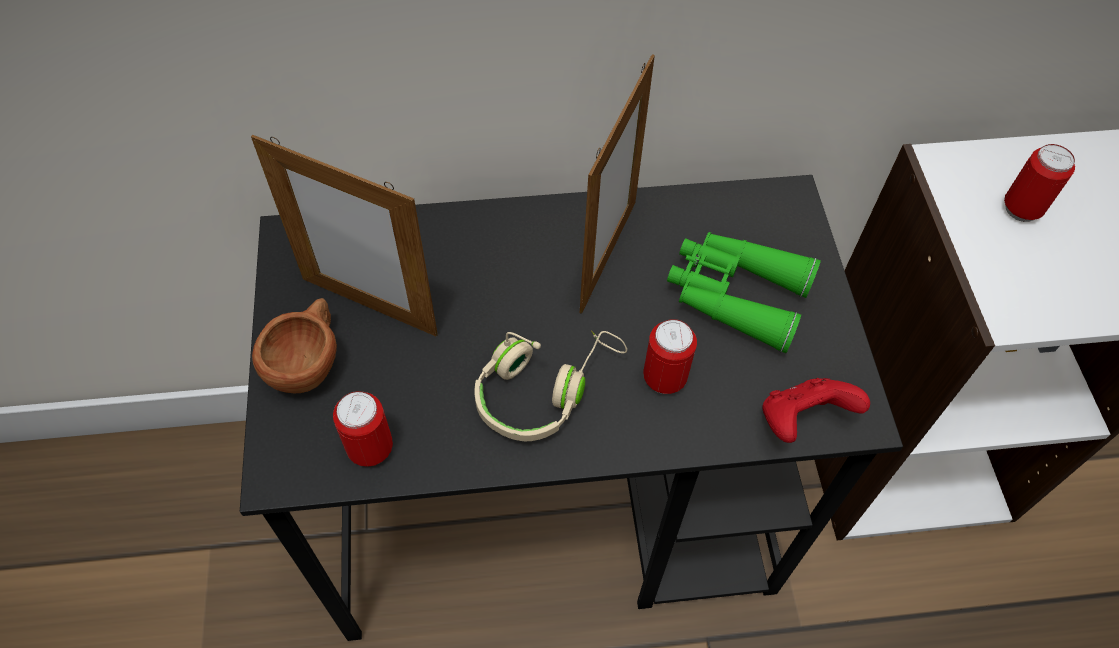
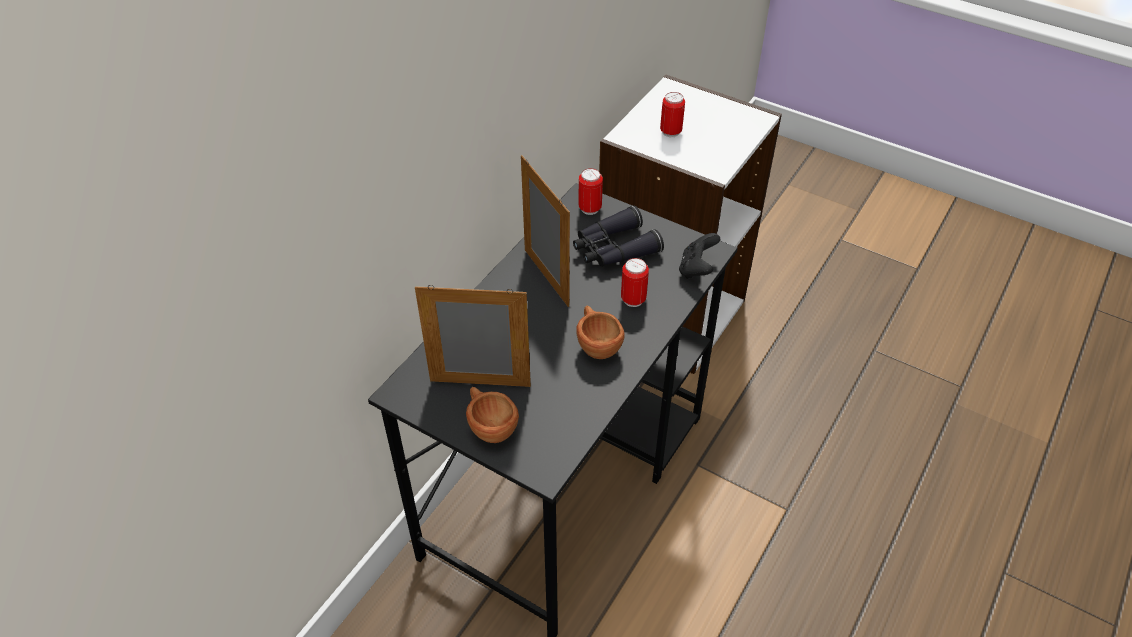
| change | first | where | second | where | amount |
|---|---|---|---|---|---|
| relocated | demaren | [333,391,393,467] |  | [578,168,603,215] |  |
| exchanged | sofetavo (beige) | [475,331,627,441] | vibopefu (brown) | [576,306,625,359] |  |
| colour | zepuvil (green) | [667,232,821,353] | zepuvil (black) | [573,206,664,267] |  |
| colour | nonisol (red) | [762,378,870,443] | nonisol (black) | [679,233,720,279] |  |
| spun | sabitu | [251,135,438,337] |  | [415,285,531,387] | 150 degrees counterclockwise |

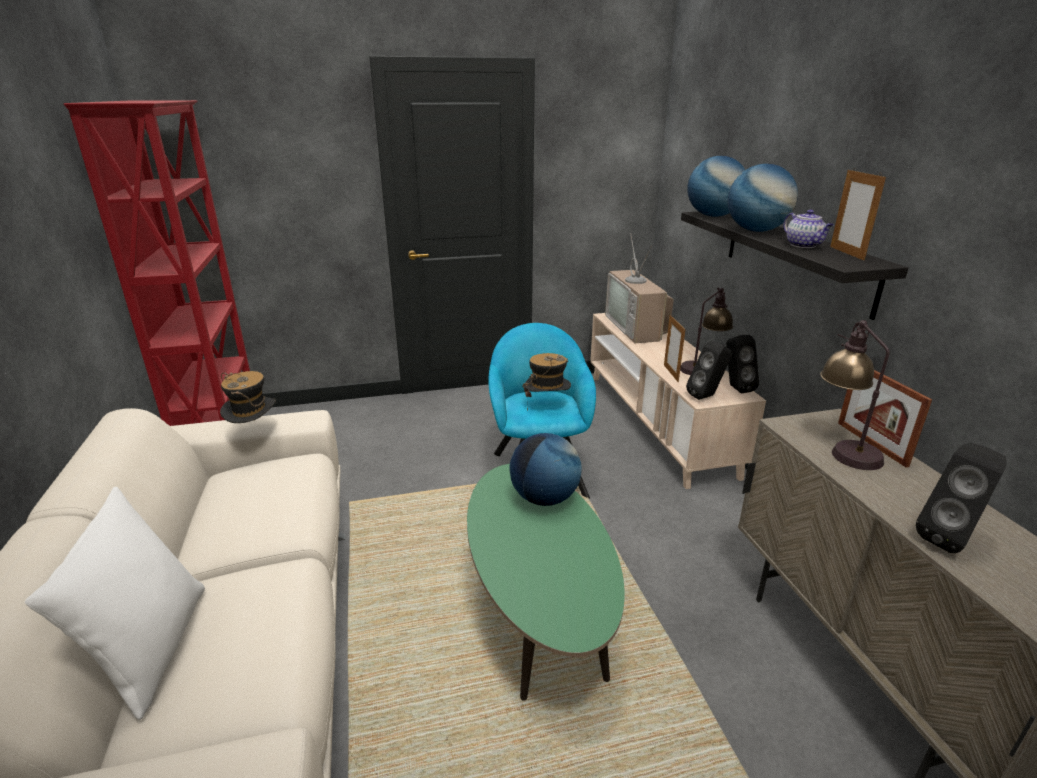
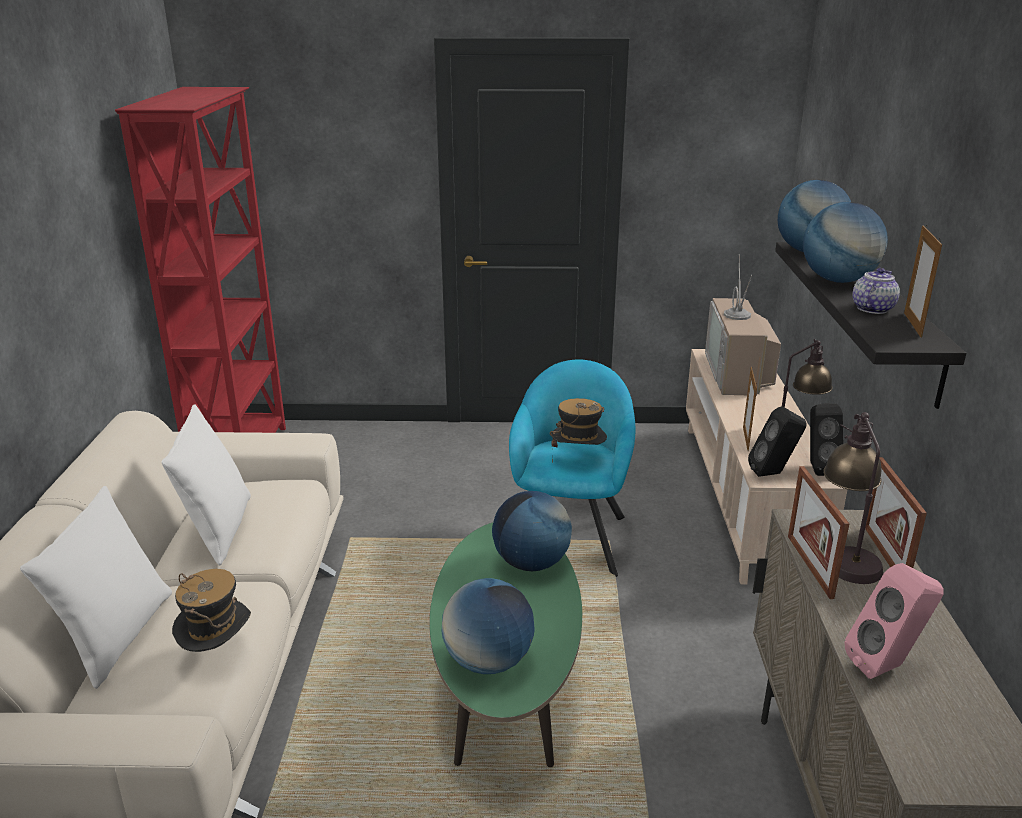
| change | first | where | second | where | amount |
|---|---|---|---|---|---|
| appeared |  |  | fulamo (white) | [161,404,251,565] |  |
| appeared |  |  | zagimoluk | [442,578,535,674] |  |
| appeared |  |  | sabitu | [788,466,849,599] |  |
| relocated | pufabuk | [220,371,276,423] |  | [172,569,251,652] |  |
| colour | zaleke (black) | [916,442,1007,553] | zaleke (pink) | [844,563,944,679] |  |
| spun | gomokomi | [784,210,834,248] |  | [853,268,900,314] | 135 degrees counterclockwise |

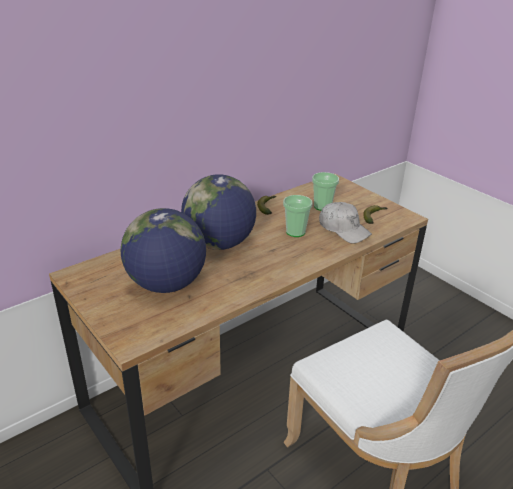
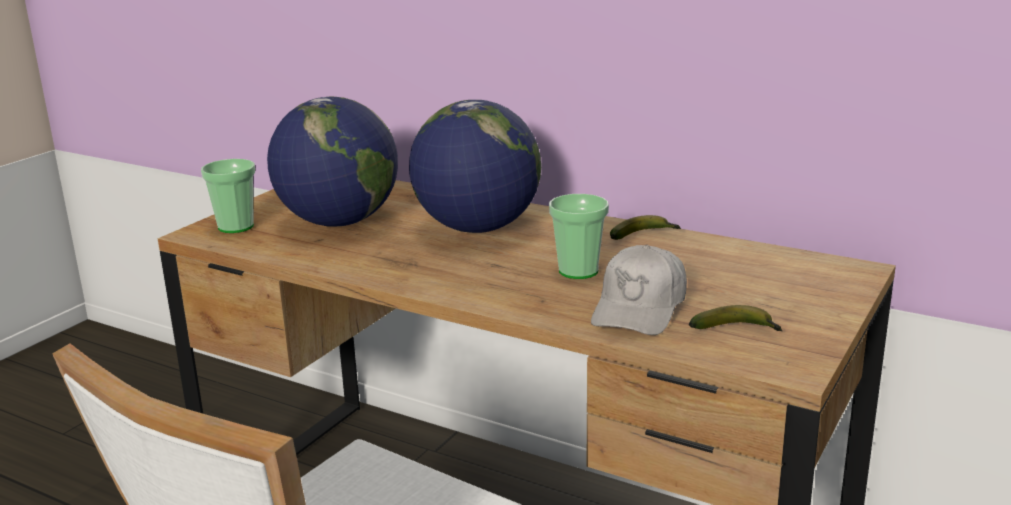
| change | first | where | second | where | amount |
|---|---|---|---|---|---|
| relocated | vibopefu | [312,172,339,211] |  | [201,159,255,233] |  |

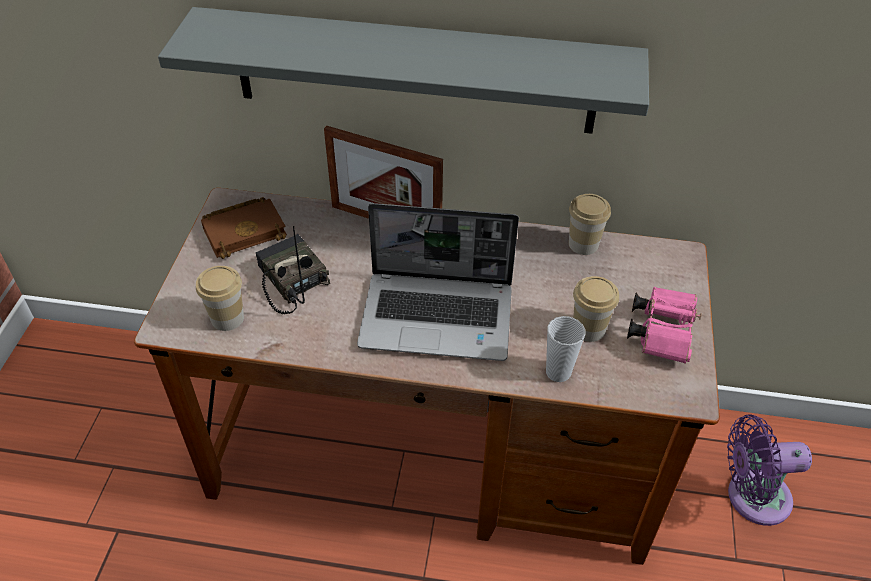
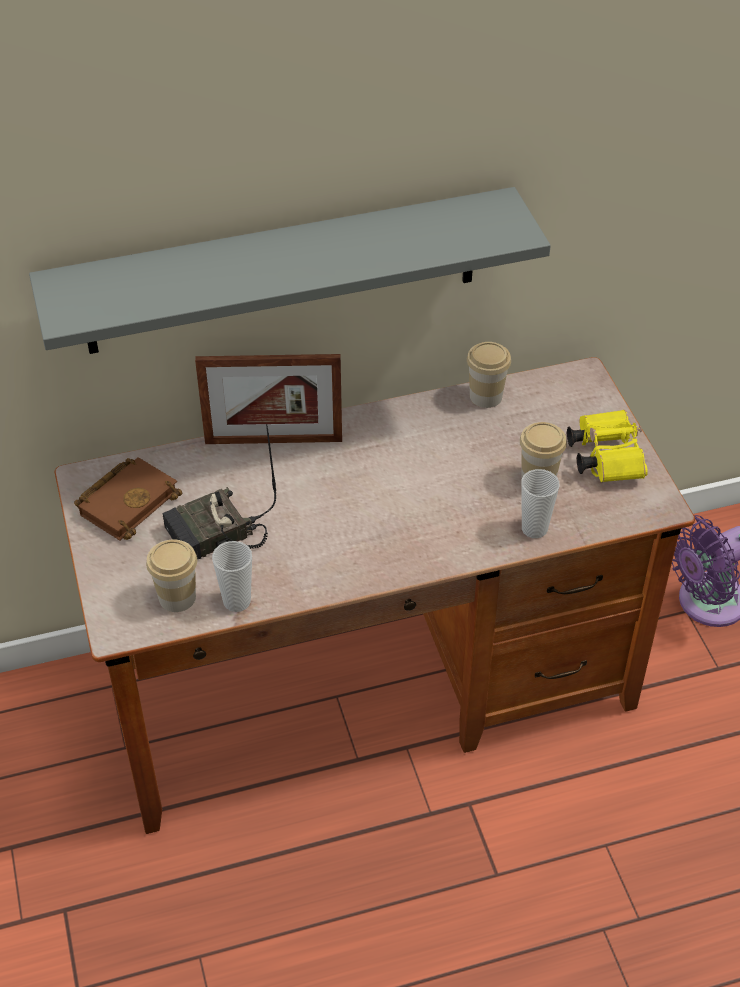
| change | first | where | second | where | amount |
|---|---|---|---|---|---|
| missing | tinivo | [357,203,519,361] |  |  |  |
| appeared |  |  | vibopefu | [212,541,252,612] |  |
| colour | zepuvil (pink) | [627,287,702,364] | zepuvil (yellow) | [567,410,648,482] |  |
| spun | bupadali | [256,226,330,314] |  | [162,424,276,559] | 60 degrees counterclockwise |

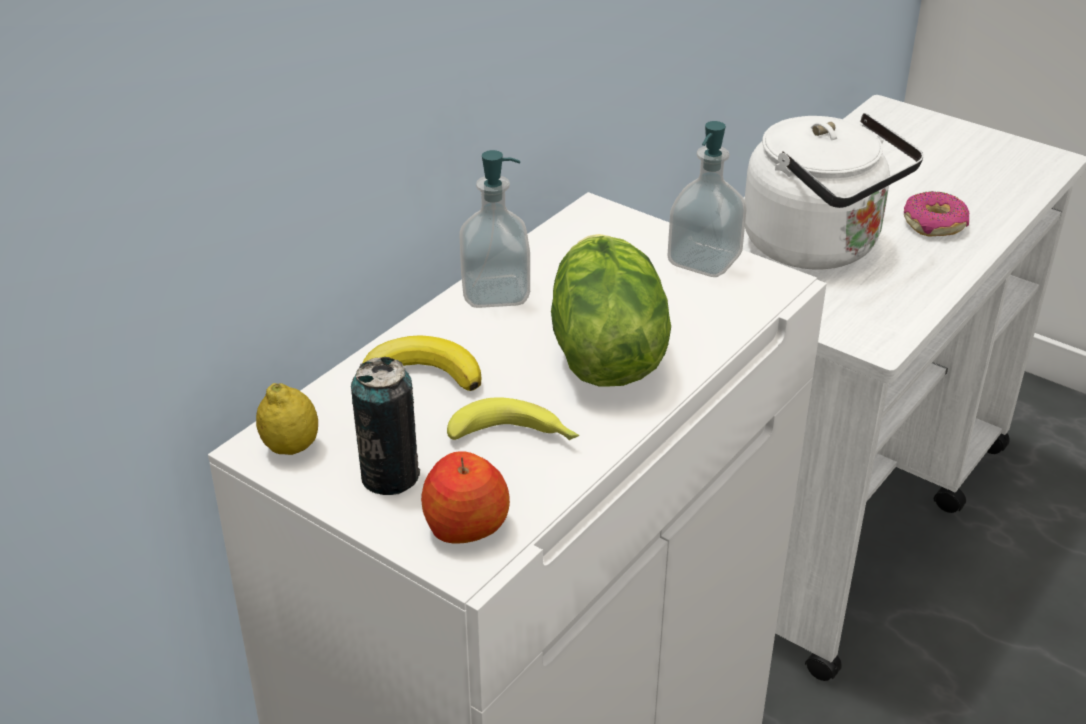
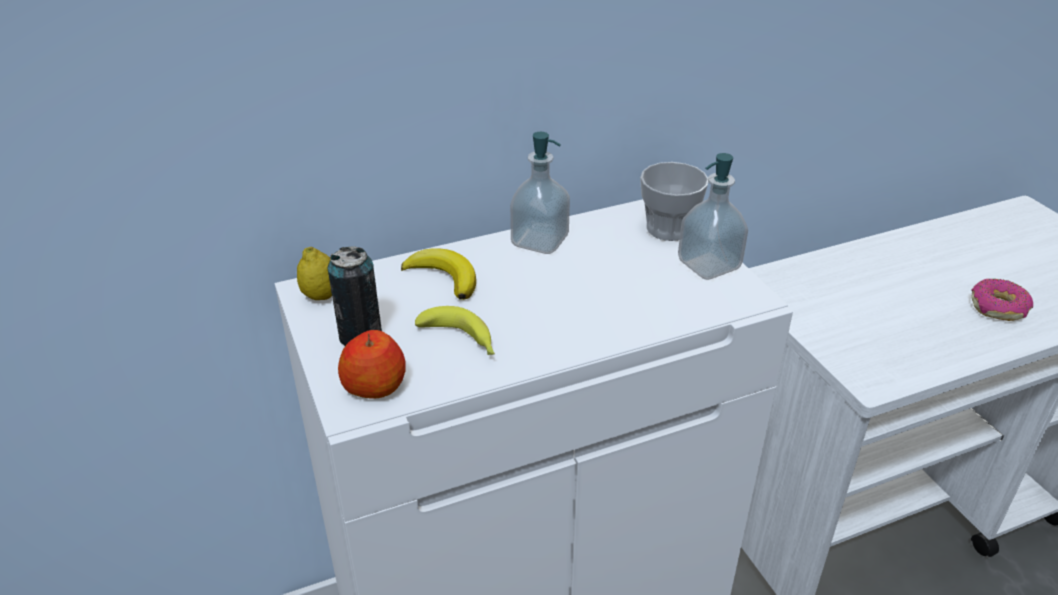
| change | first | where | second | where | amount |
|---|---|---|---|---|---|
| missing | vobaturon | [551,234,671,387] |  |  |  |
| missing | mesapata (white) | [744,113,923,270] |  |  |  |
| appeared |  |  | vibopefu | [640,162,708,241] |  |

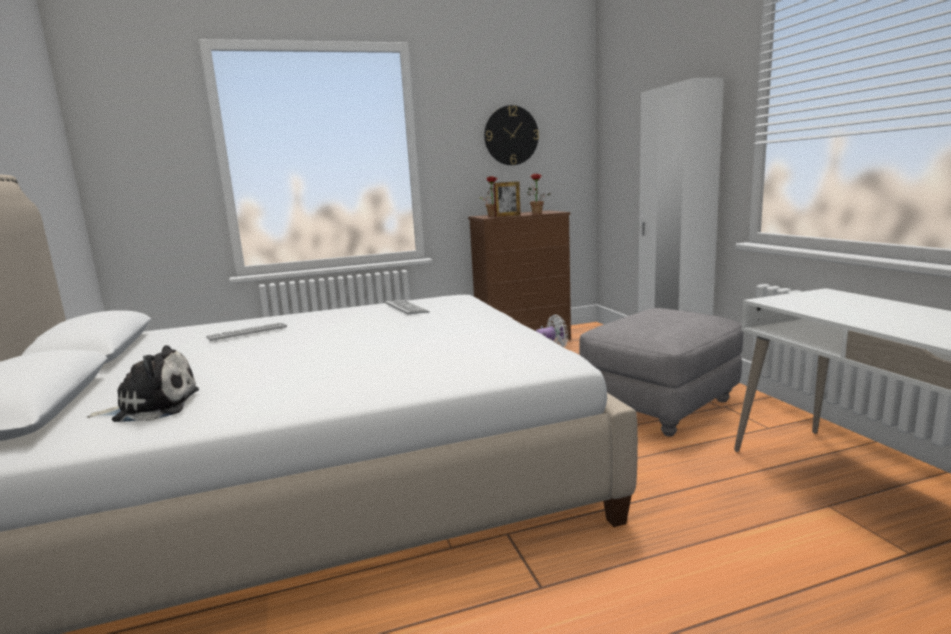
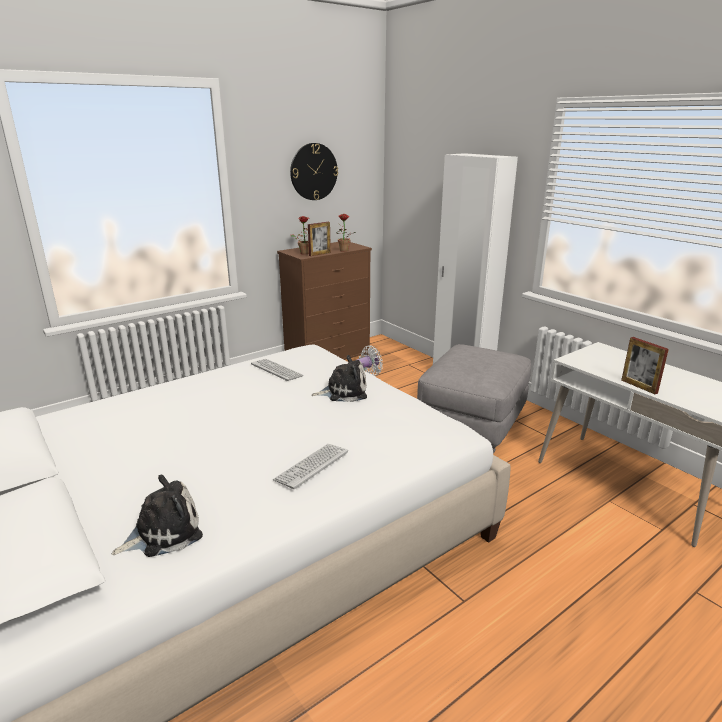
| change | first | where | second | where | amount |
|---|---|---|---|---|---|
| appeared |  |  | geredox | [311,355,367,402] |  |
| appeared |  |  | sabitu | [621,337,669,394] |  |
| relocated | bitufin | [206,323,287,342] |  | [273,444,348,489] |  |

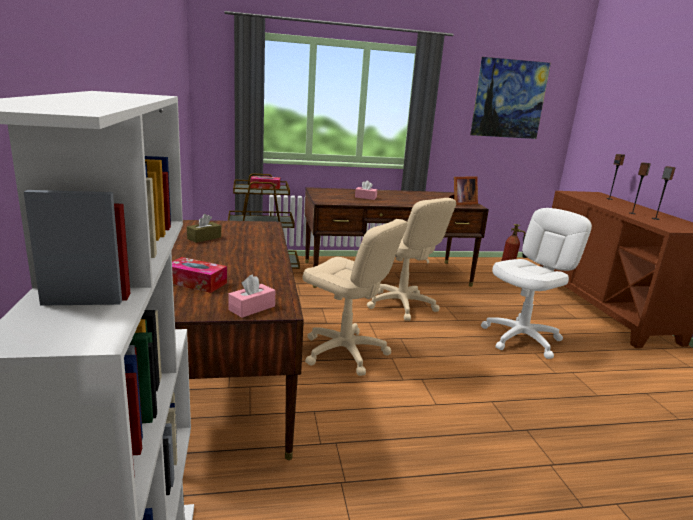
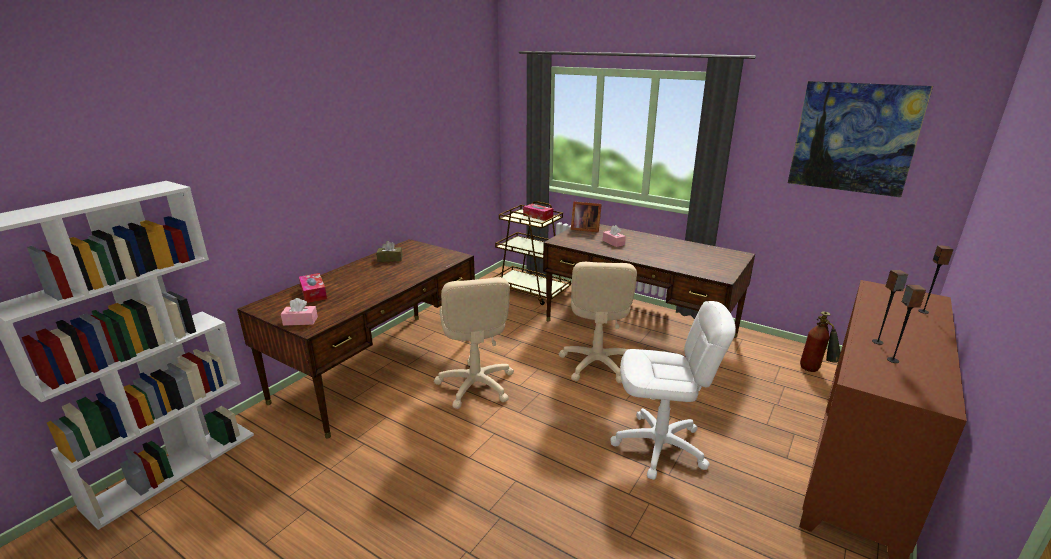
| change | first | where | second | where | amount |
|---|---|---|---|---|---|
| relocated | sabitu | [449,176,478,205] |  | [571,201,602,232] |  |

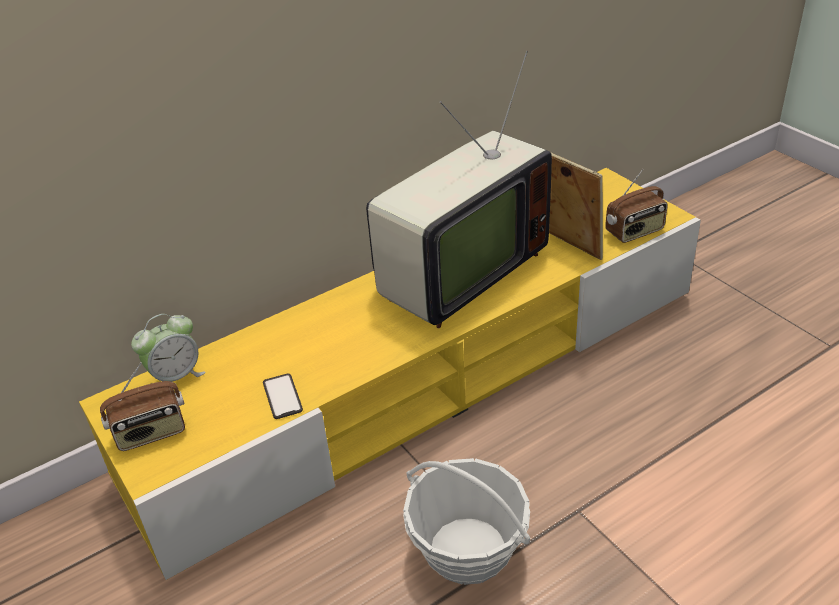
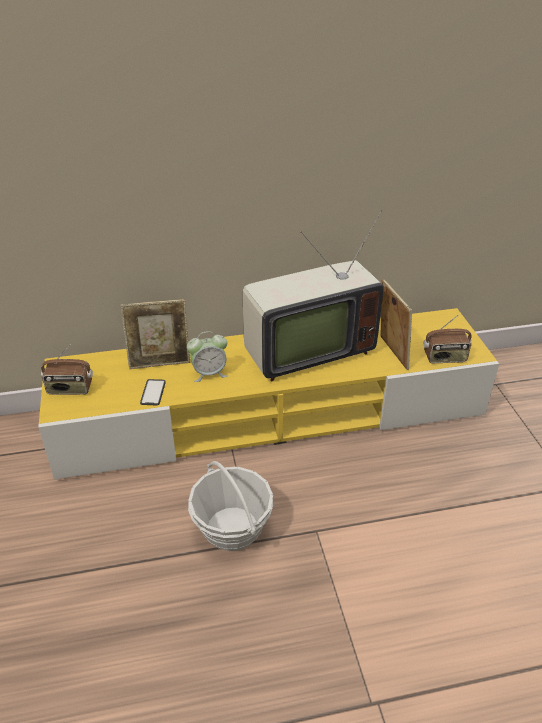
| change | first | where | second | where | amount |
|---|---|---|---|---|---|
| appeared |  |  | sabitu | [120,299,190,369] |  |
| relocated | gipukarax | [131,314,206,382] |  | [187,331,227,382] |  |

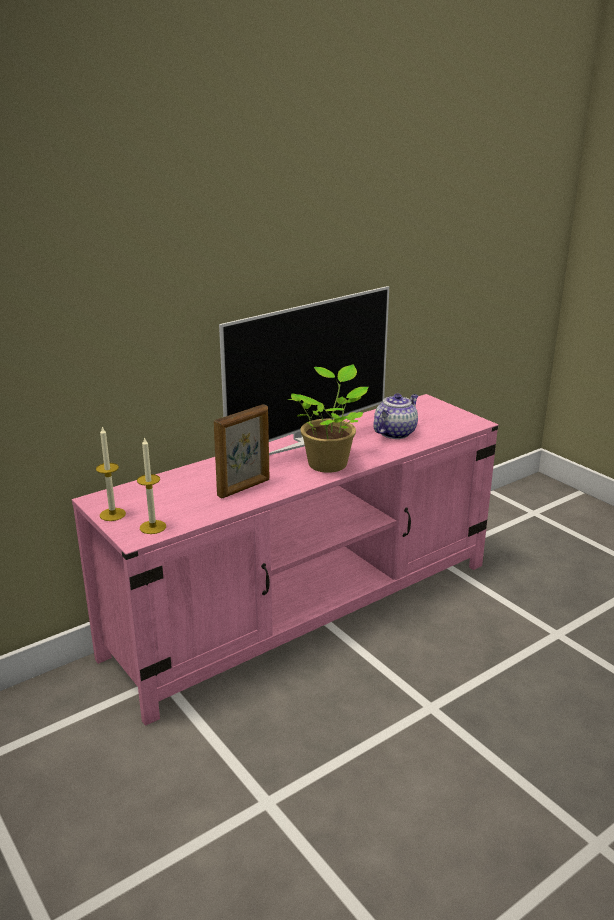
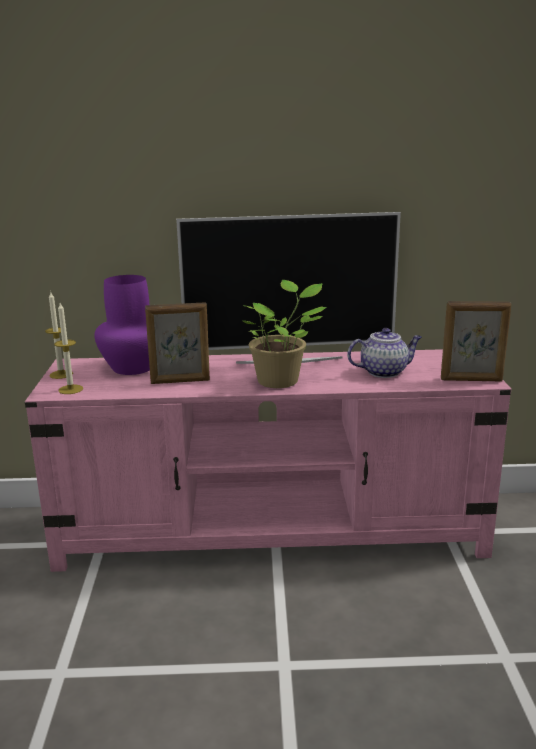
| change | first | where | second | where | amount |
|---|---|---|---|---|---|
| appeared |  |  | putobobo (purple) | [94,275,150,375] |  |
| appeared |  |  | sabitu | [441,301,511,381] |  |

